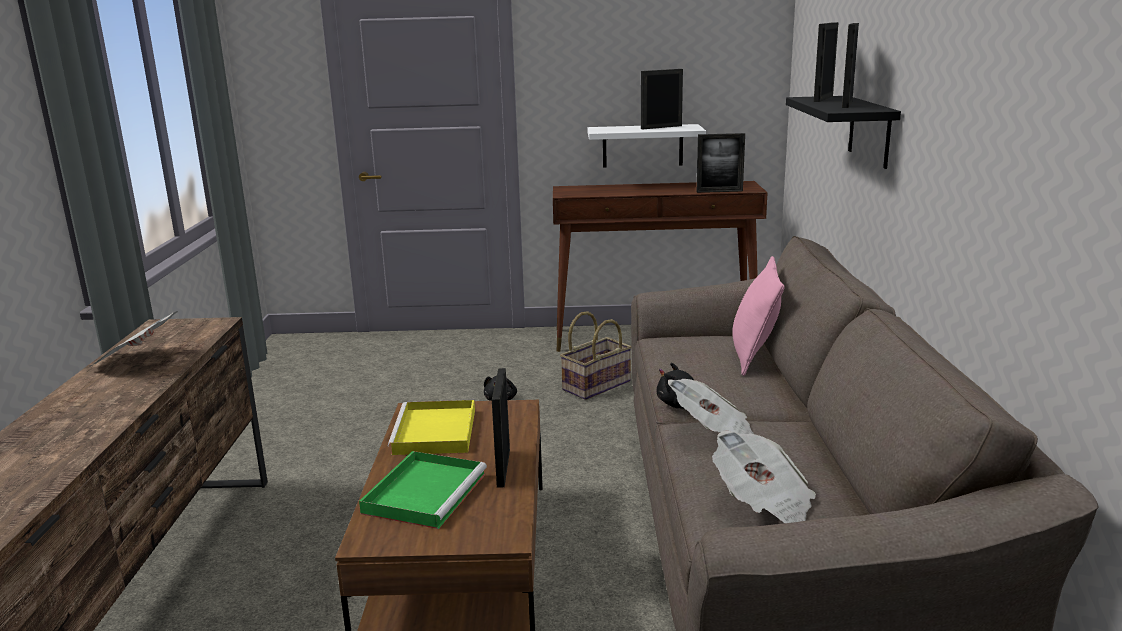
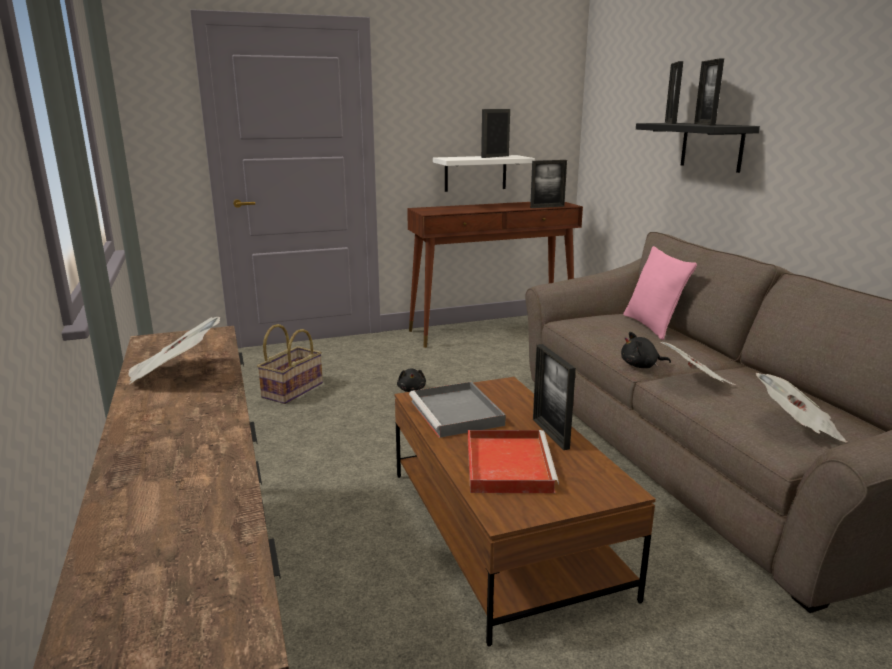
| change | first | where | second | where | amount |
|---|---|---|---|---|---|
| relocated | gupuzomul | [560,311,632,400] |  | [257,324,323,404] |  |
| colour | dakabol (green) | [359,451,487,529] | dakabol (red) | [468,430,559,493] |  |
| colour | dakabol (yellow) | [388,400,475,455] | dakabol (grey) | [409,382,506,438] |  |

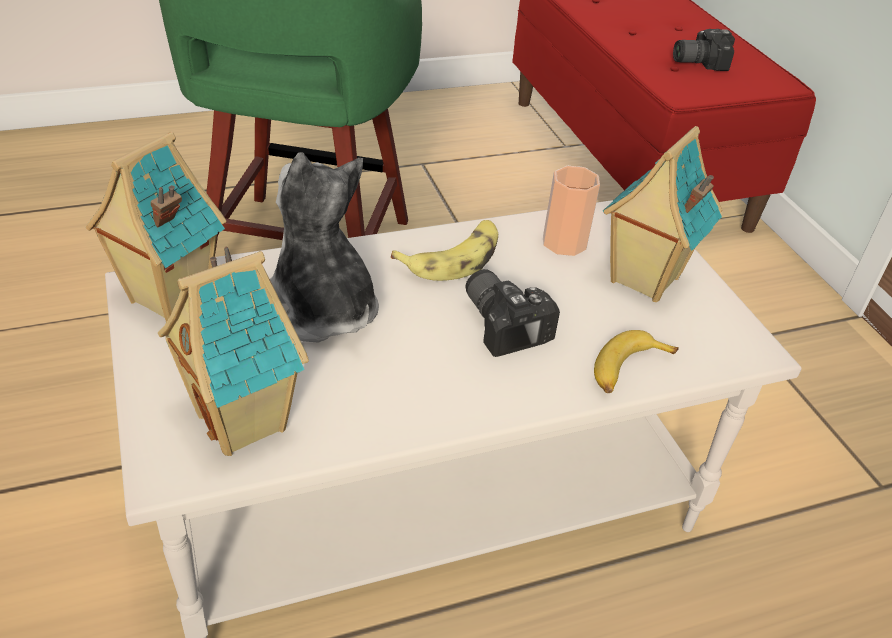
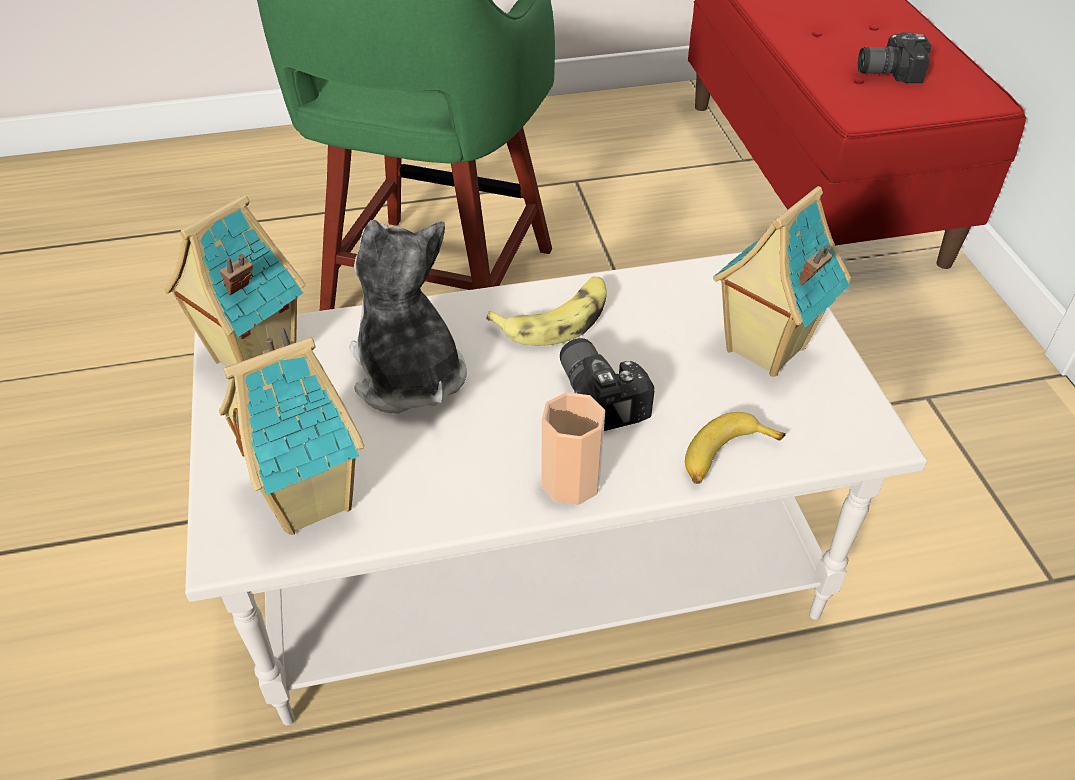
| change | first | where | second | where | amount |
|---|---|---|---|---|---|
| relocated | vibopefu | [543,166,600,256] |  | [541,392,605,505] |  |

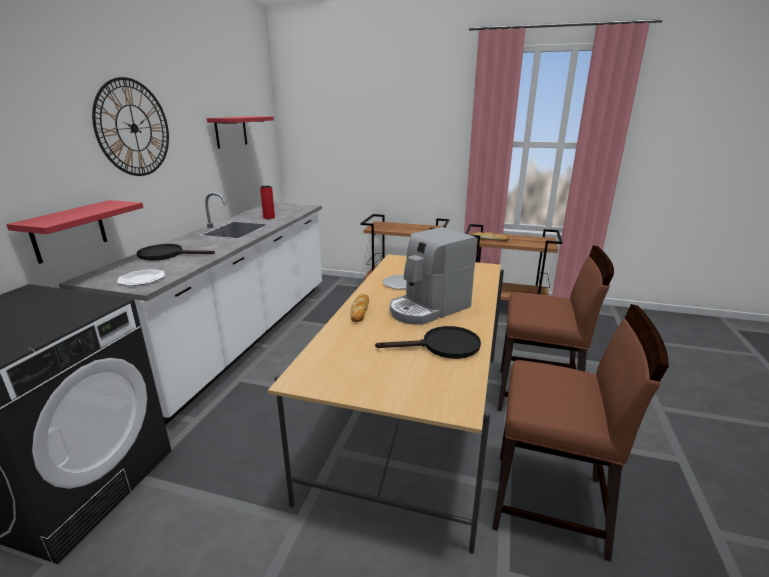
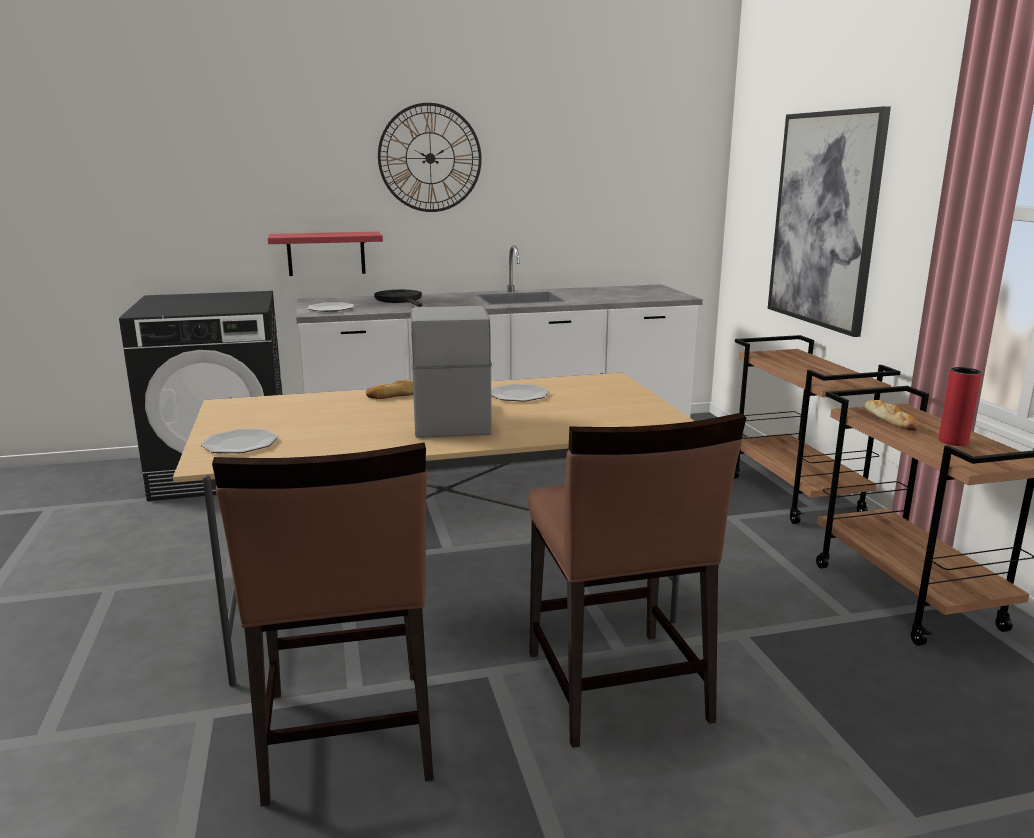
| change | first | where | second | where | amount |
|---|---|---|---|---|---|
| missing | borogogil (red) | [207,116,274,149] |  |  |  |
| missing | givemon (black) | [375,326,481,359] |  |  |  |
| appeared |  |  | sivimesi | [201,429,278,453] |  |
| appeared |  |  | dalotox | [768,106,891,337] |  |
| relocated | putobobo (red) | [260,186,275,219] |  | [939,367,982,446] |  |
| spun | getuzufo | [390,227,477,325] |  | [411,306,492,438] | 60 degrees clockwise |

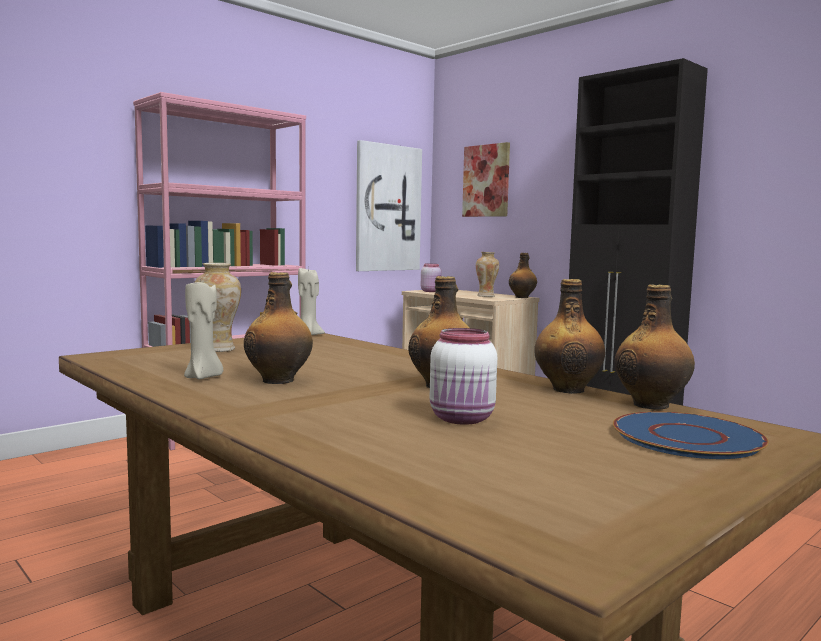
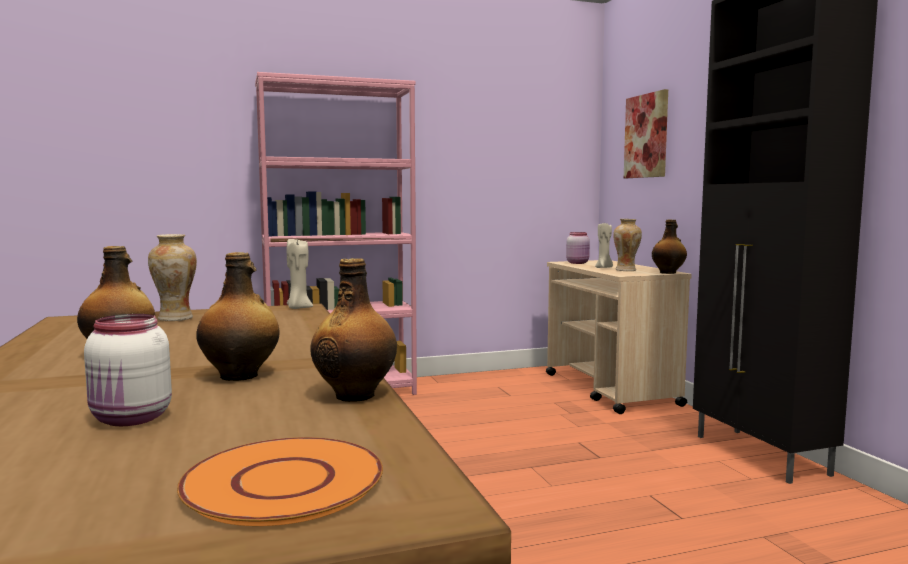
| change | first | where | second | where | amount |
|---|---|---|---|---|---|
| missing | dalotox | [356,140,422,271] |  |  |  |
| missing | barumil | [615,284,695,410] |  |  |  |
| relocated | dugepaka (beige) | [184,282,223,380] |  | [595,223,613,268] |  |
| colour | sivimesi (blue) | [613,411,769,459] | sivimesi (orange) | [177,437,383,526] |  |

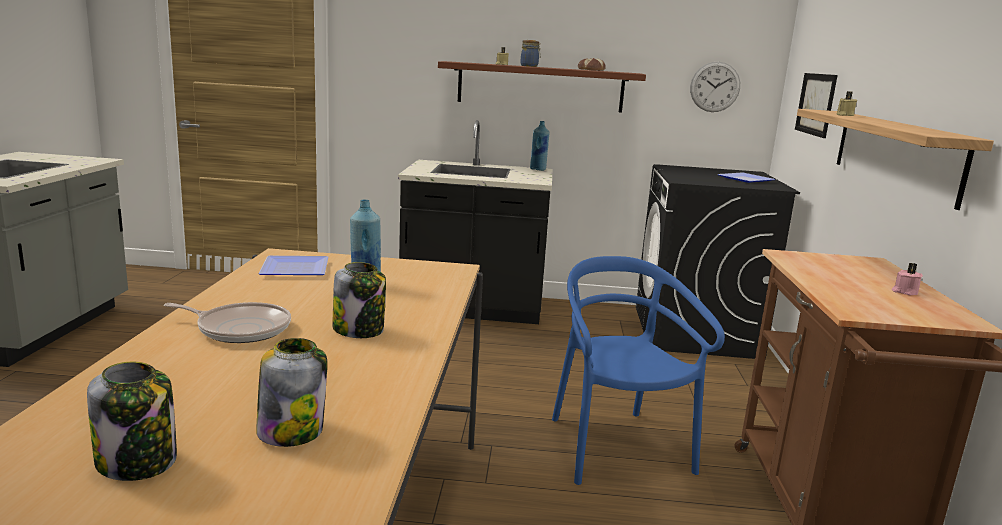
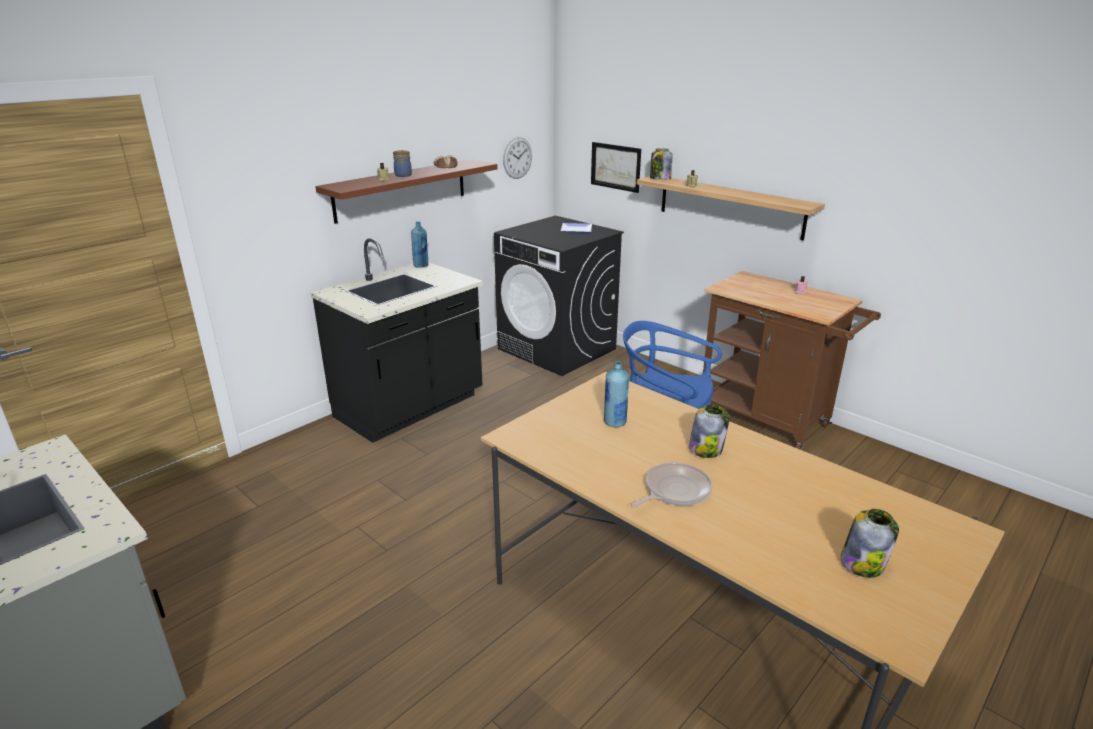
| change | first | where | second | where | amount |
|---|---|---|---|---|---|
| missing | sivimesi | [258,256,328,275] |  |  |  |
| relocated | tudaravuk | [256,338,327,447] |  | [650,149,672,180] |  |

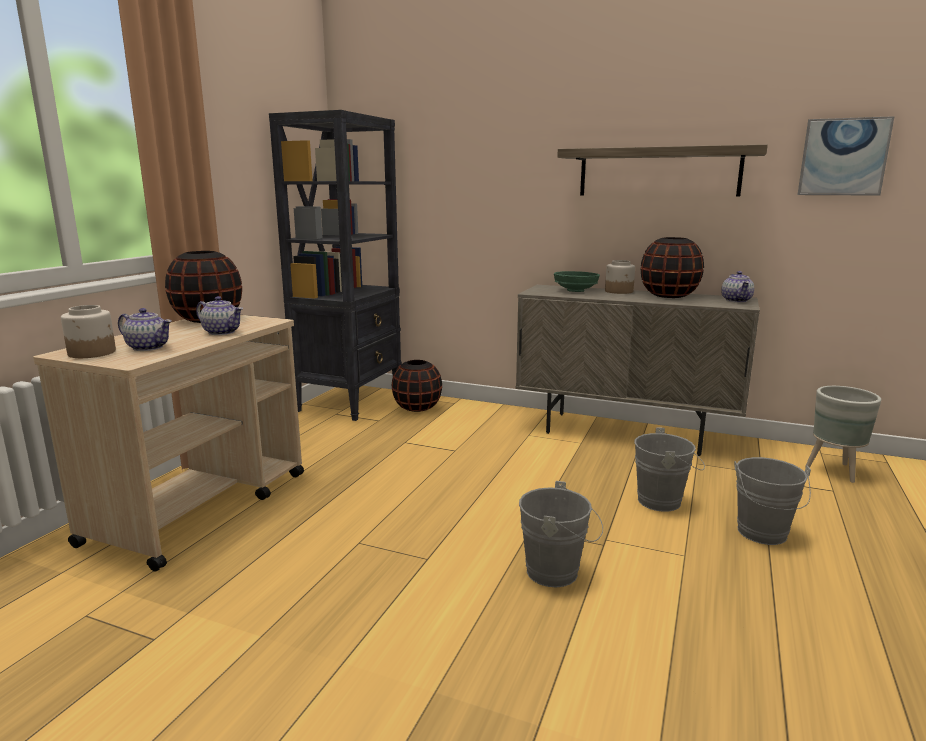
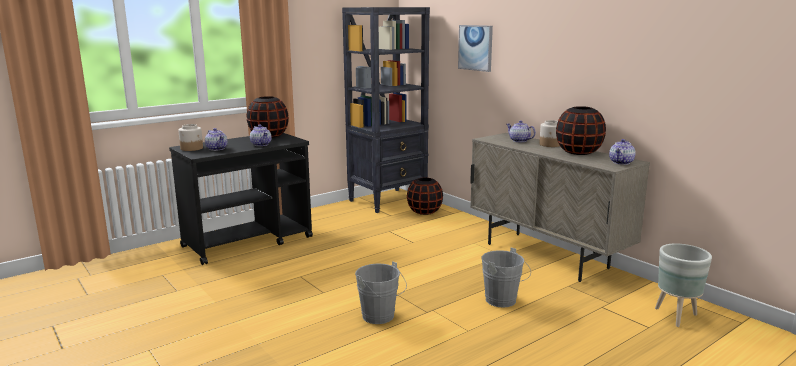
| change | first | where | second | where | amount |
|---|---|---|---|---|---|
| missing | borogogil | [557,144,768,197] |  |  |  |
| missing | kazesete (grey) | [734,457,811,545] |  |  |  |
| relocated | dalotox | [797,116,895,196] |  | [458,25,493,72] |  |
| exchanged | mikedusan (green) | [554,271,600,292] | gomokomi | [507,120,536,142] |  |
| colour | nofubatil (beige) | [33,315,304,572] | nofubatil (black) | [169,133,313,265] |  |

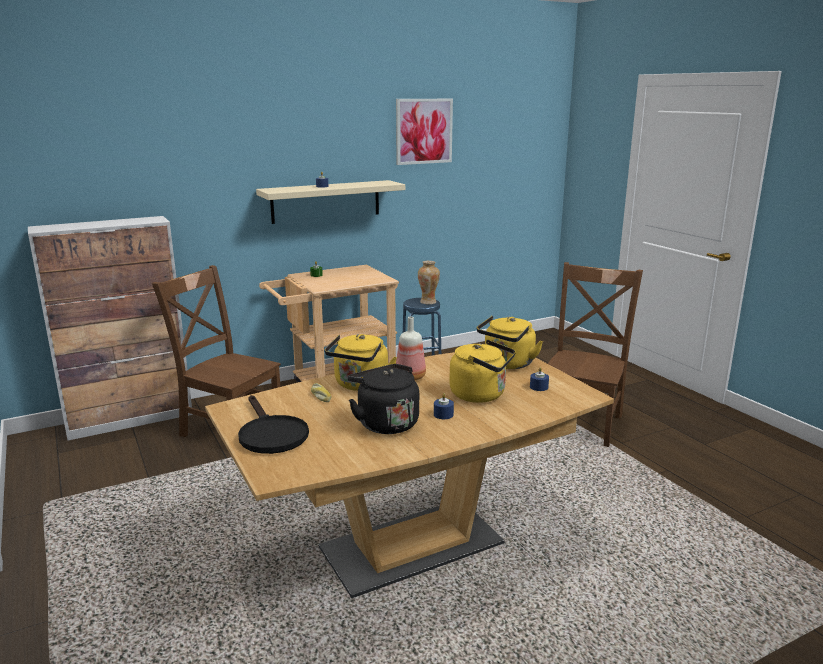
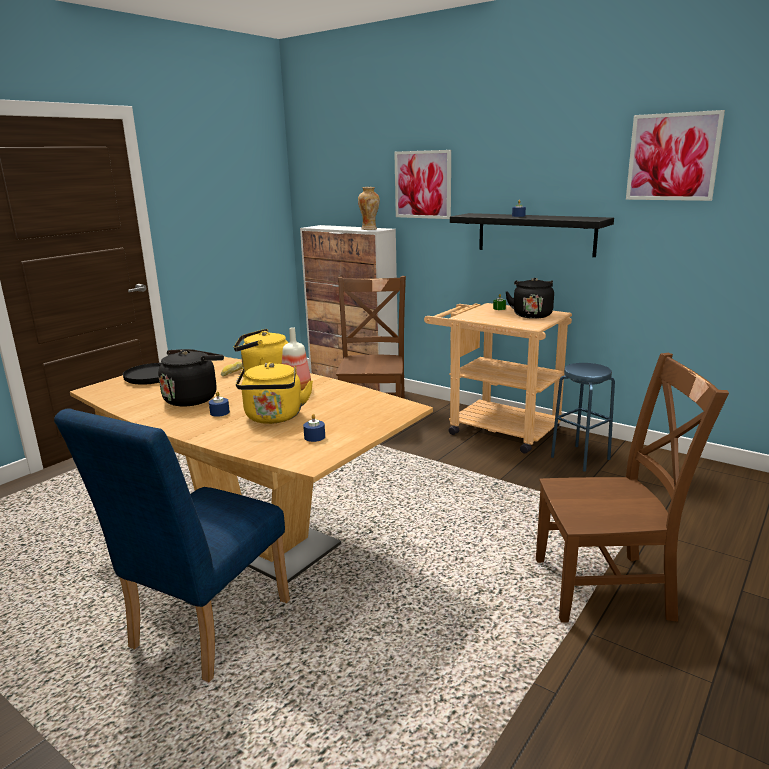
| change | first | where | second | where | amount |
|---|---|---|---|---|---|
| missing | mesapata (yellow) | [477,316,543,369] |  |  |  |
| appeared |  |  | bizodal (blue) | [54,408,290,682] |  |
| appeared |  |  | dalotox | [394,150,451,219] |  |
| appeared |  |  | mesapata (black) | [506,278,554,319] |  |
| relocated | putobobo | [418,261,440,304] |  | [358,187,380,230] |  |
| colour | borogogil (beige) | [256,180,405,224] | borogogil (black) | [450,213,614,257] |  |

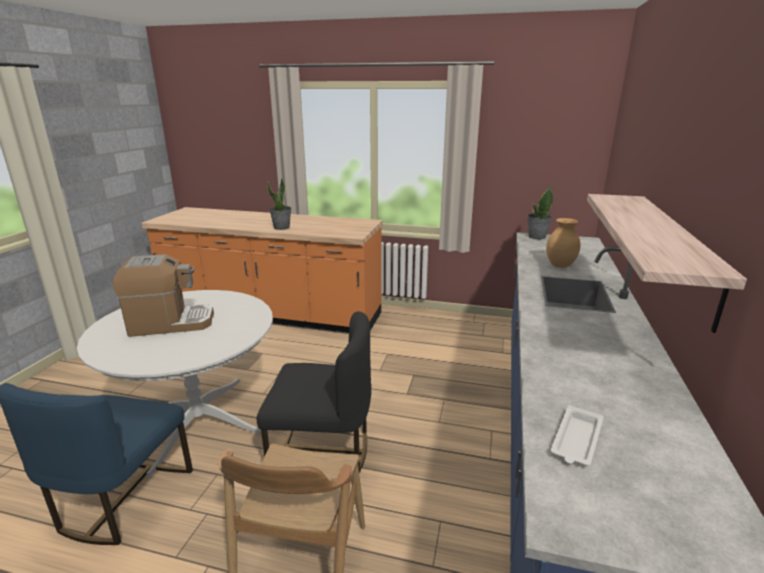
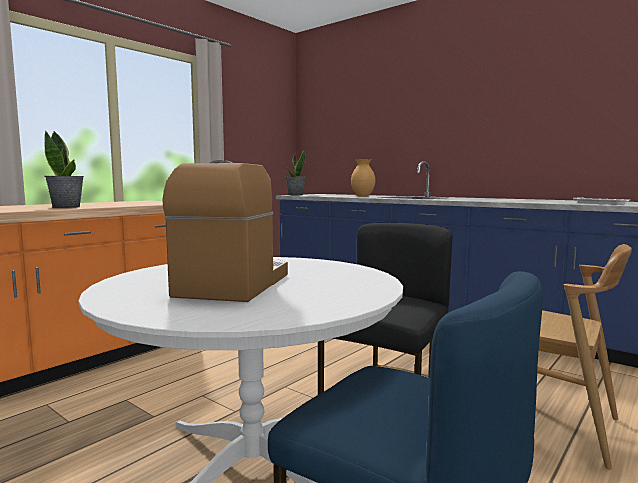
| change | first | where | second | where | amount |
|---|---|---|---|---|---|
| missing | borogogil | [587,194,747,333] |  |  |  |

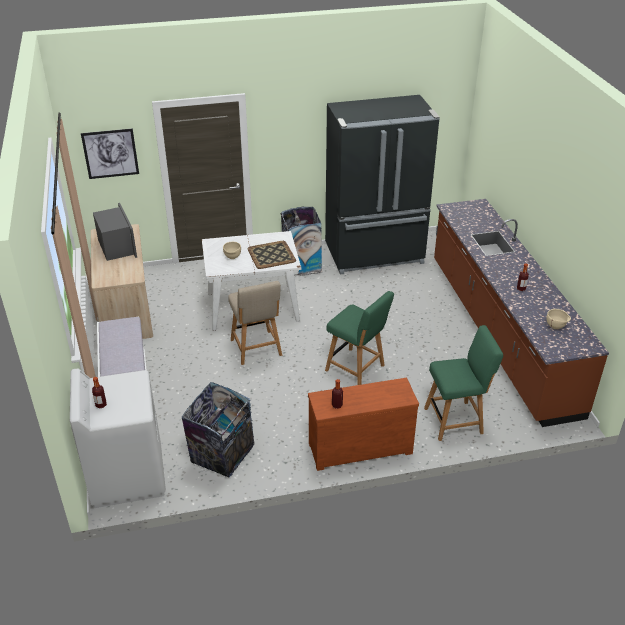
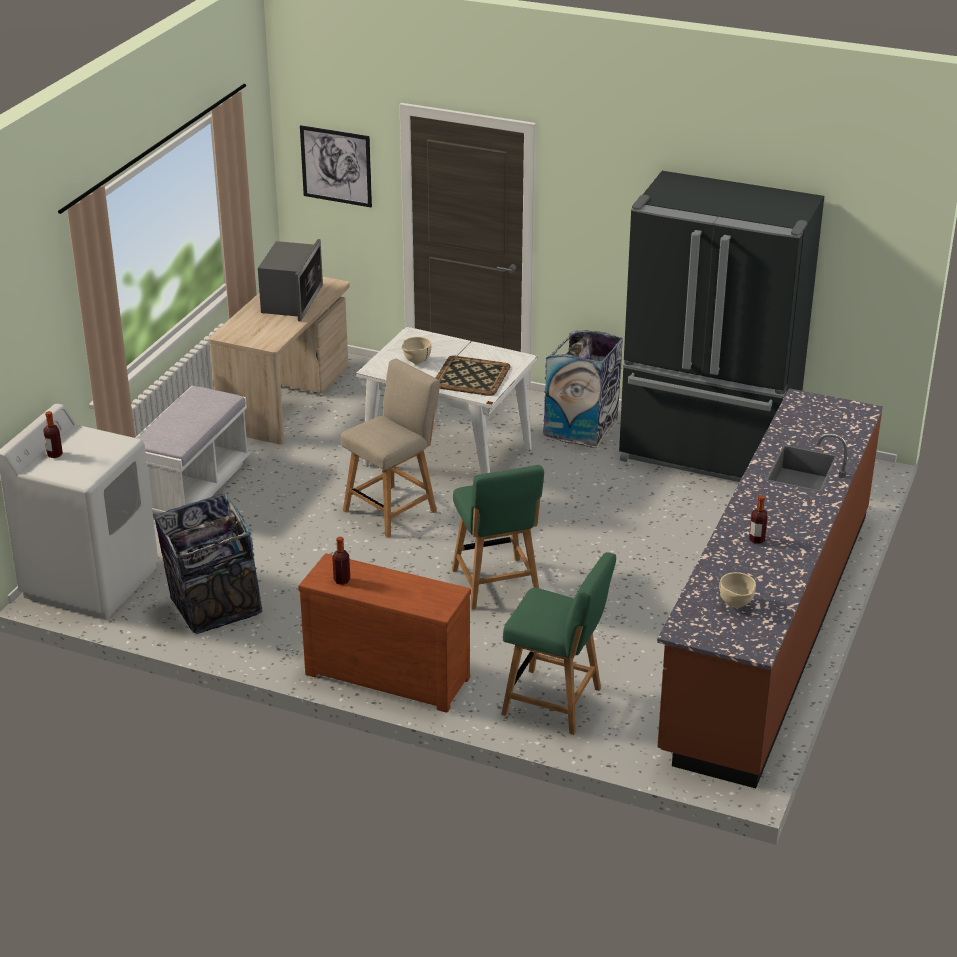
| change | first | where | second | where | amount |
|---|---|---|---|---|---|
| spun | bizodal (beige) | [228,281,282,365] |  | [341,359,440,538] | 150 degrees counterclockwise |

